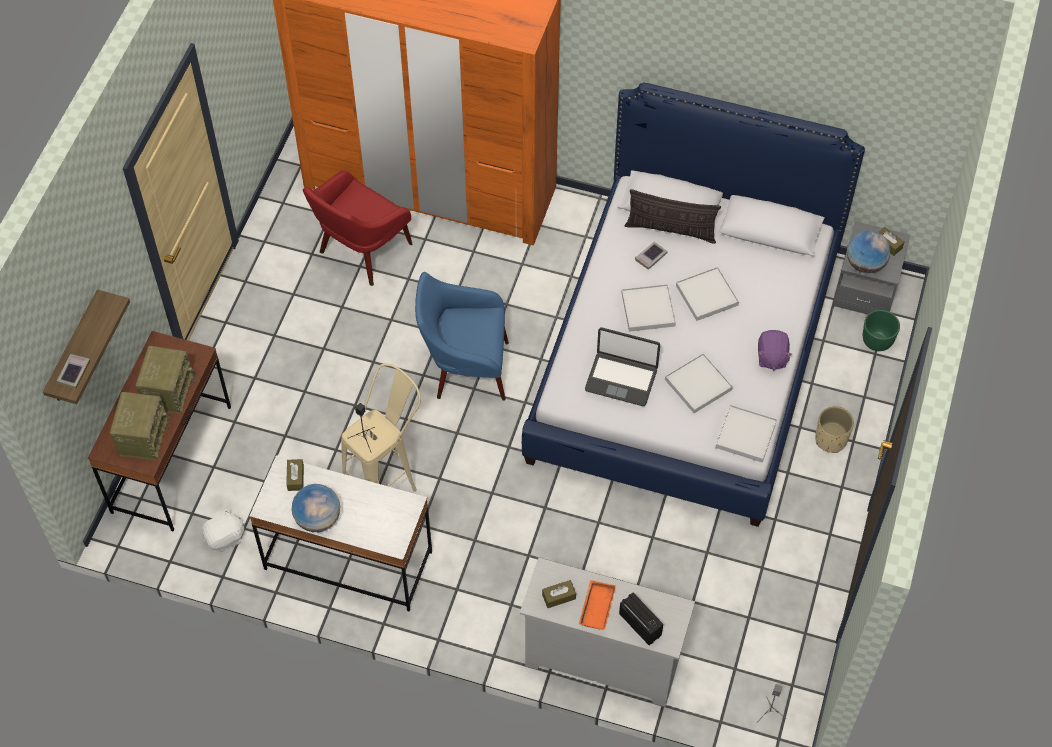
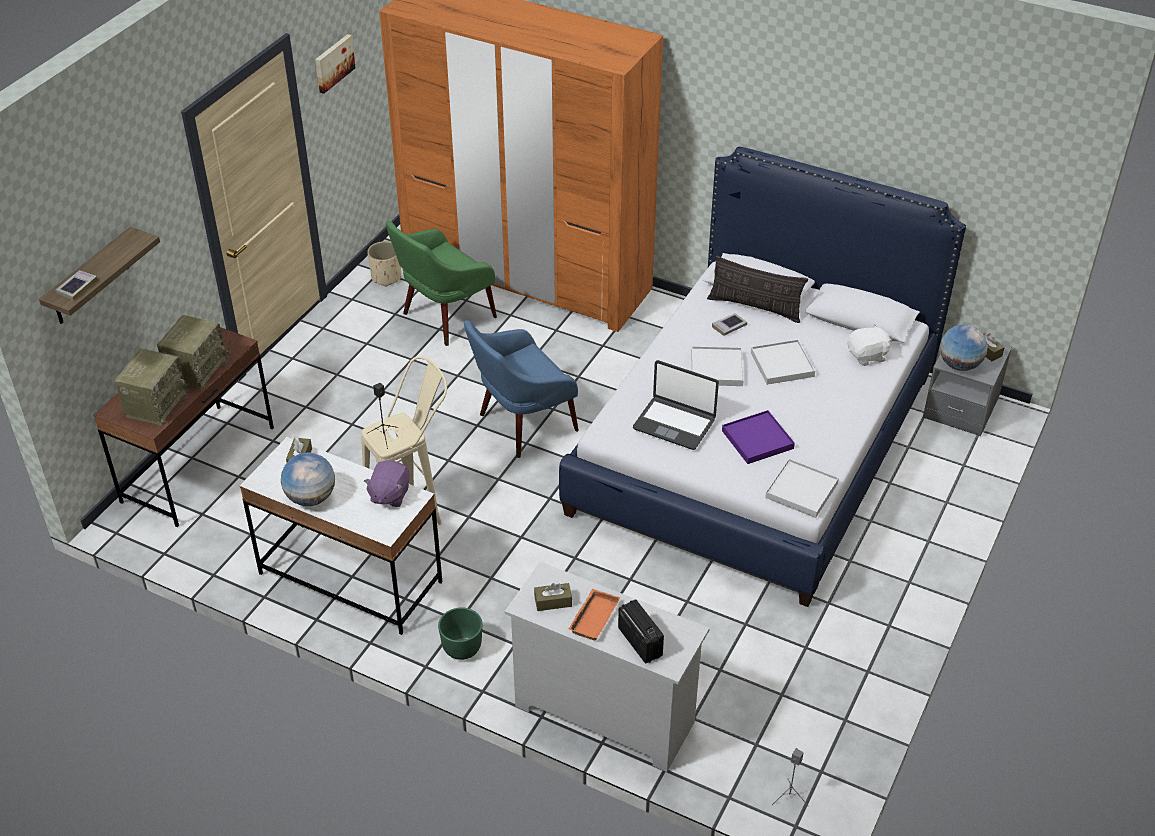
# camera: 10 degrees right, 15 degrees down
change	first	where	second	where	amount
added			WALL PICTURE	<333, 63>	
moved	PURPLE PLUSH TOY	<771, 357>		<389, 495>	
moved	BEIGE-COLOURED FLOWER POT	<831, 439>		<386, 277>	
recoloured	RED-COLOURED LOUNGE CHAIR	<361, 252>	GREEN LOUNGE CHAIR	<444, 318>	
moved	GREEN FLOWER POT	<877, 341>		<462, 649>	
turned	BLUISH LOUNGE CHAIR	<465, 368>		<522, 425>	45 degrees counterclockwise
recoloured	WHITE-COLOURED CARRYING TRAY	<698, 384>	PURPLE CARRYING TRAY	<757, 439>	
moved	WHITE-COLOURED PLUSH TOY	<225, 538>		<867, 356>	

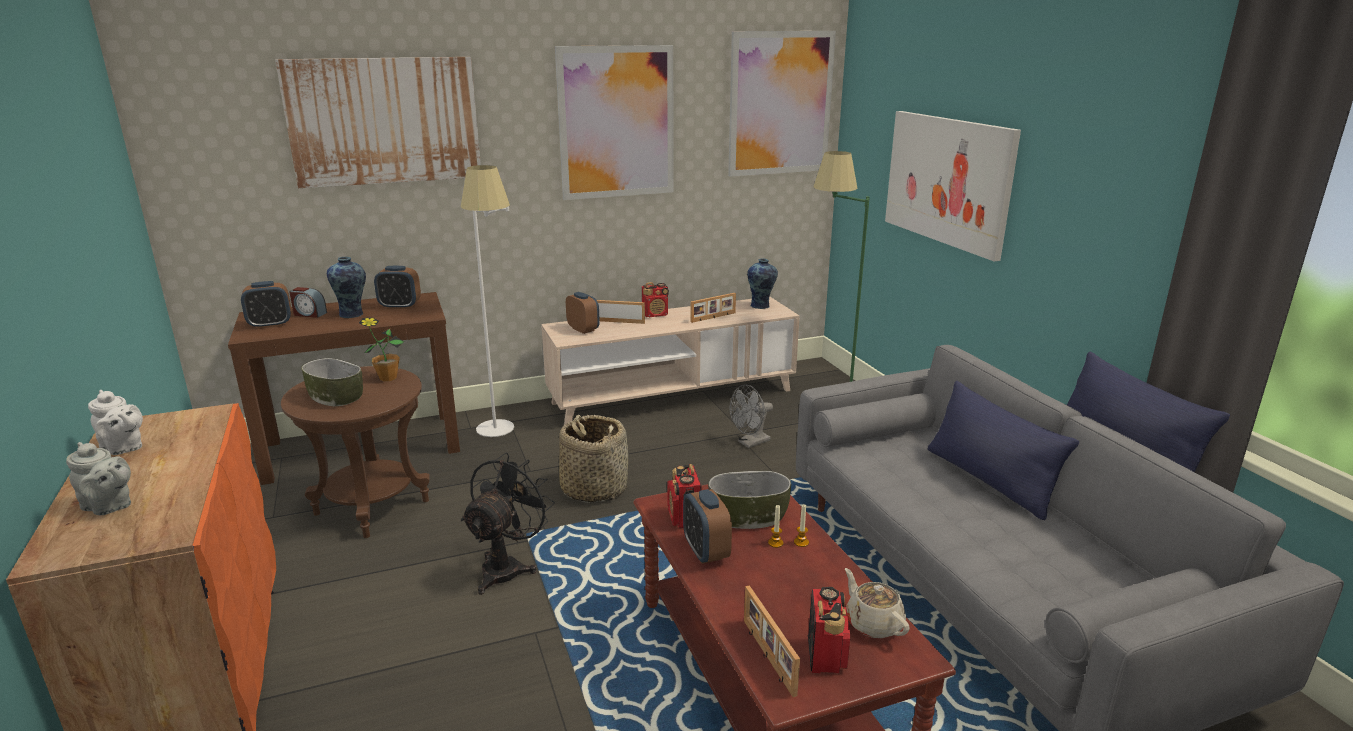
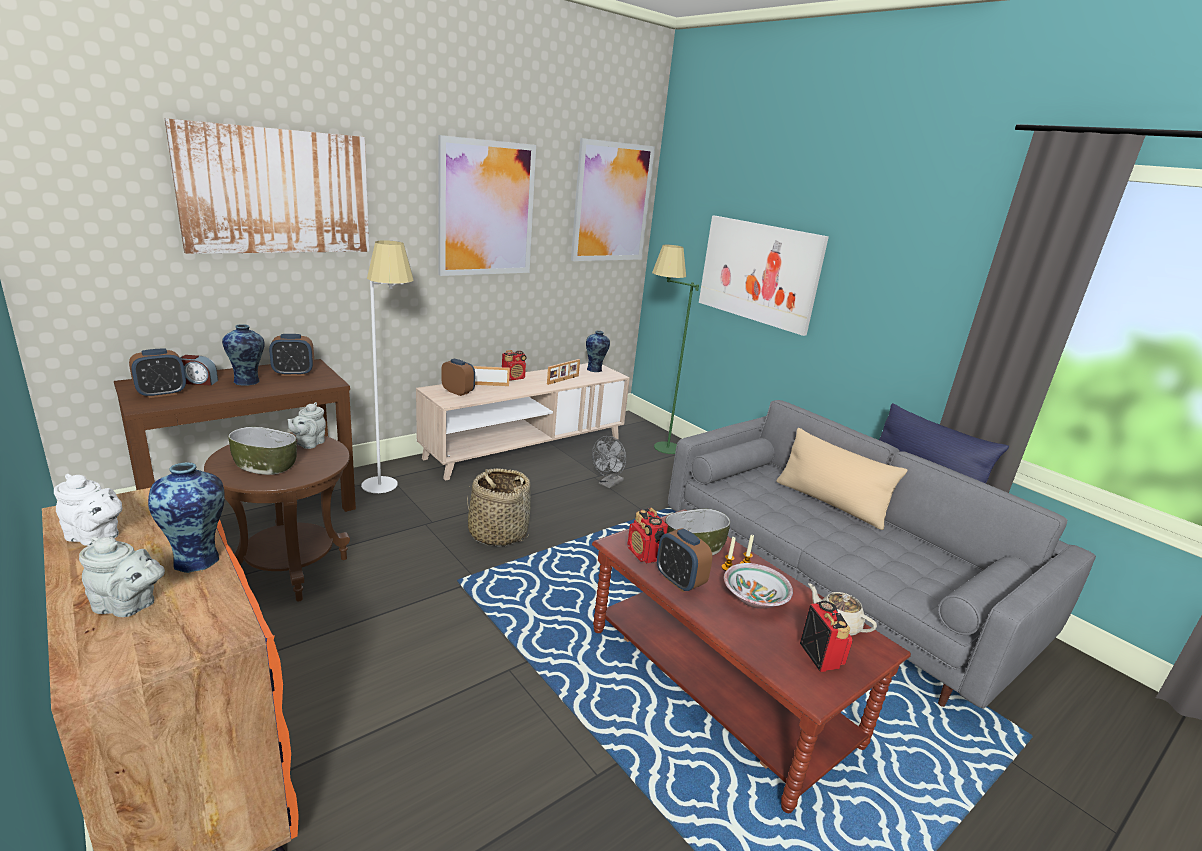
# camera: 20 degrees left, 0 degrees up
change	first	where	second	where	amount
added			FLOWER VASE	<198, 559>	
replaced	PLANT IN A POT	<388, 378>	GRAY POT FOR TEA	<309, 444>	
added			SERVING BOWL	<755, 599>	
recoloured	BLUISH CUSHION	<989, 480>	BEIGE-COLOURED CUSHION	<830, 502>	
removed	BLACK FAN	<507, 567>			
removed	PICTURE FRAME	<767, 656>			

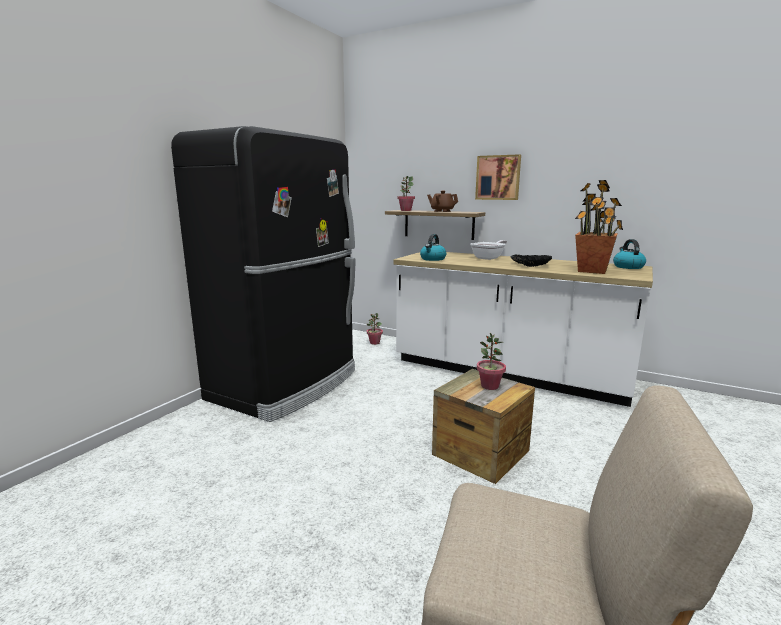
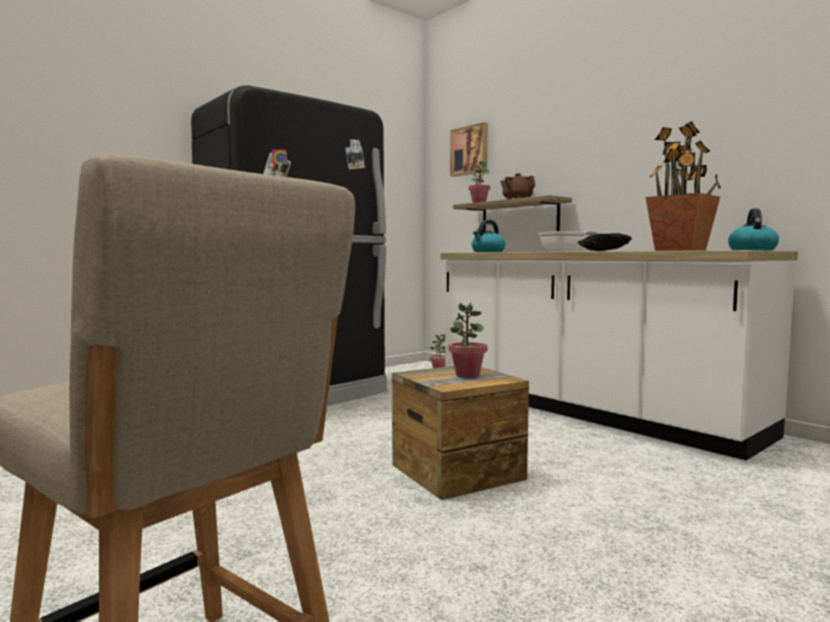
# camera: 20 degrees right, 10 degrees down
change	first	where	second	where	amount
moved	WALL PICTURE	<498, 177>		<470, 150>	

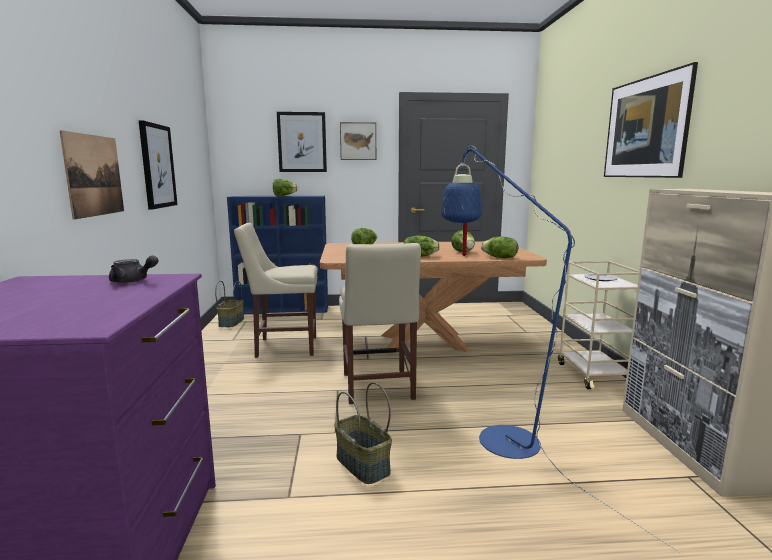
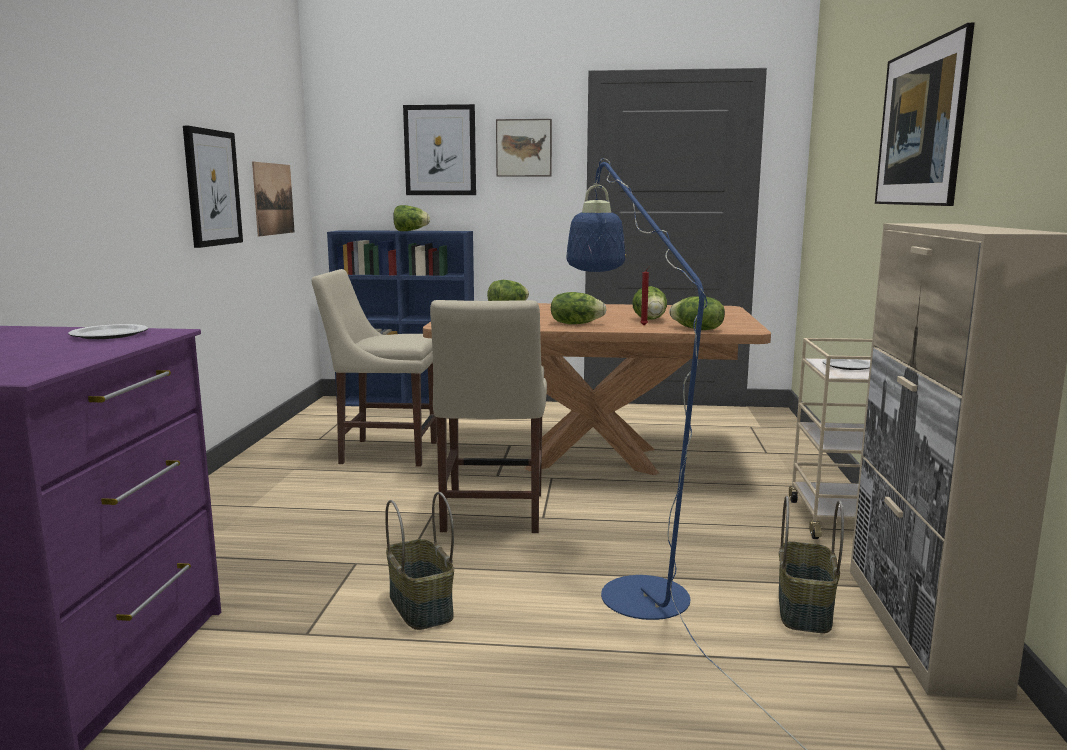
# camera: 10 degrees right, 0 degrees up
change	first	where	second	where	amount
replaced	GRAY POT FOR TEA	<133, 281>	PLATE	<111, 335>	
moved	WALL PICTURE	<94, 175>		<273, 199>	
moved	HOUSEHOLD BASKET	<231, 322>		<802, 609>	

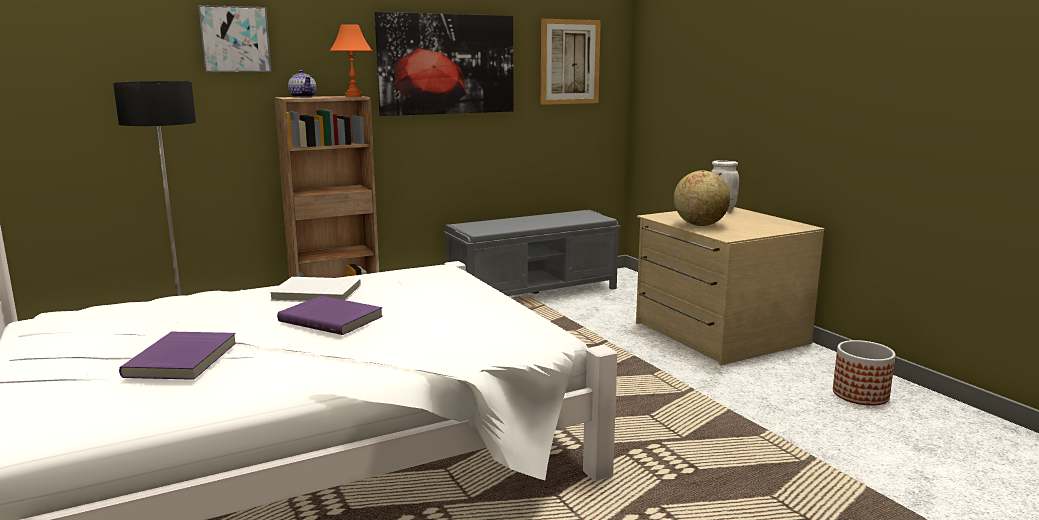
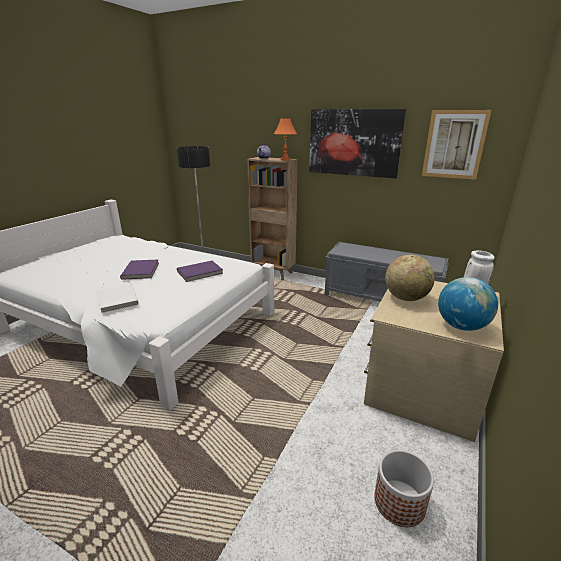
# camera: 55 degrees right, 10 degrees up
change	first	where	second	where	amount
moved	WHITE-COLOURED BOUND BOOK	<316, 294>		<116, 299>	
moved	PURPLE BOUND BOOK	<184, 359>		<200, 272>	
added			DESK GLOBE	<461, 326>	
removed	WALL PICTURE	<235, 39>			

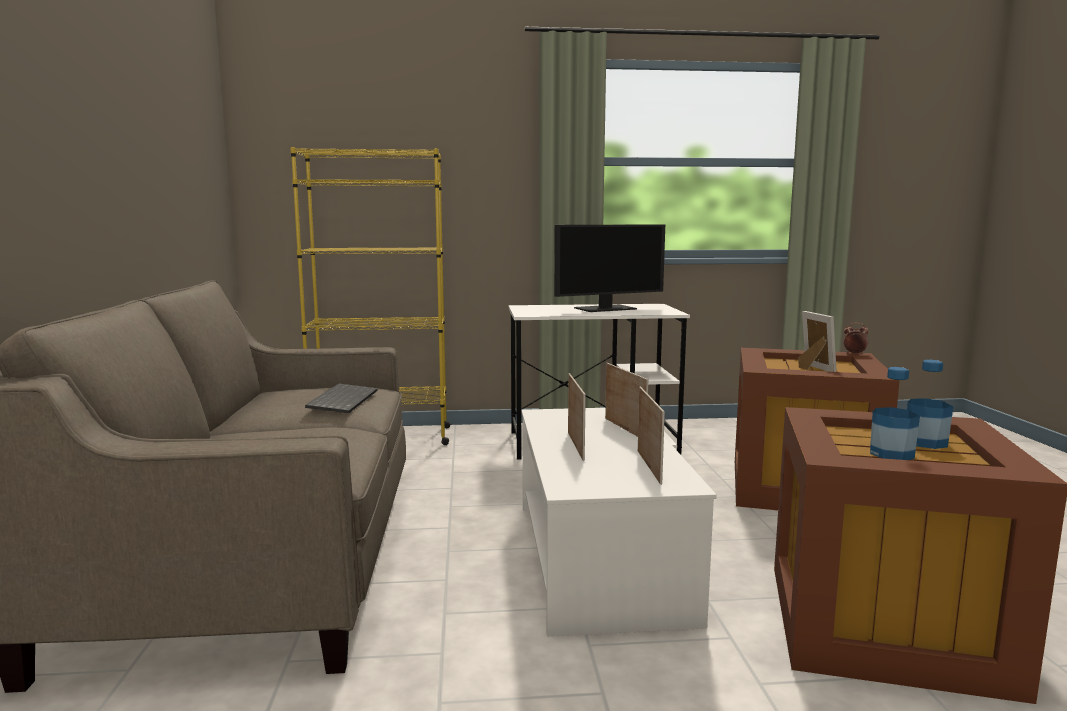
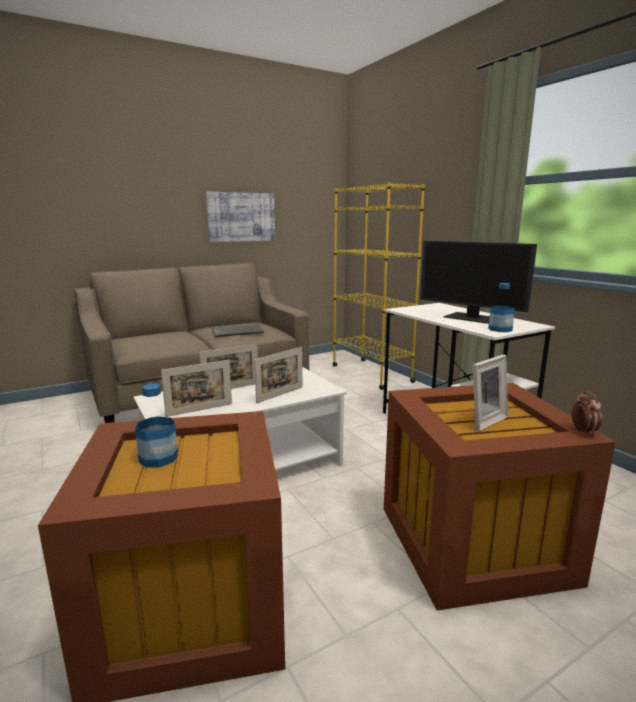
# camera: 65 degrees right, 5 degrees up
change	first	where	second	where	amount
added			WALL PICTURE	<241, 217>	
moved	BOTTLE	<925, 442>		<500, 329>	

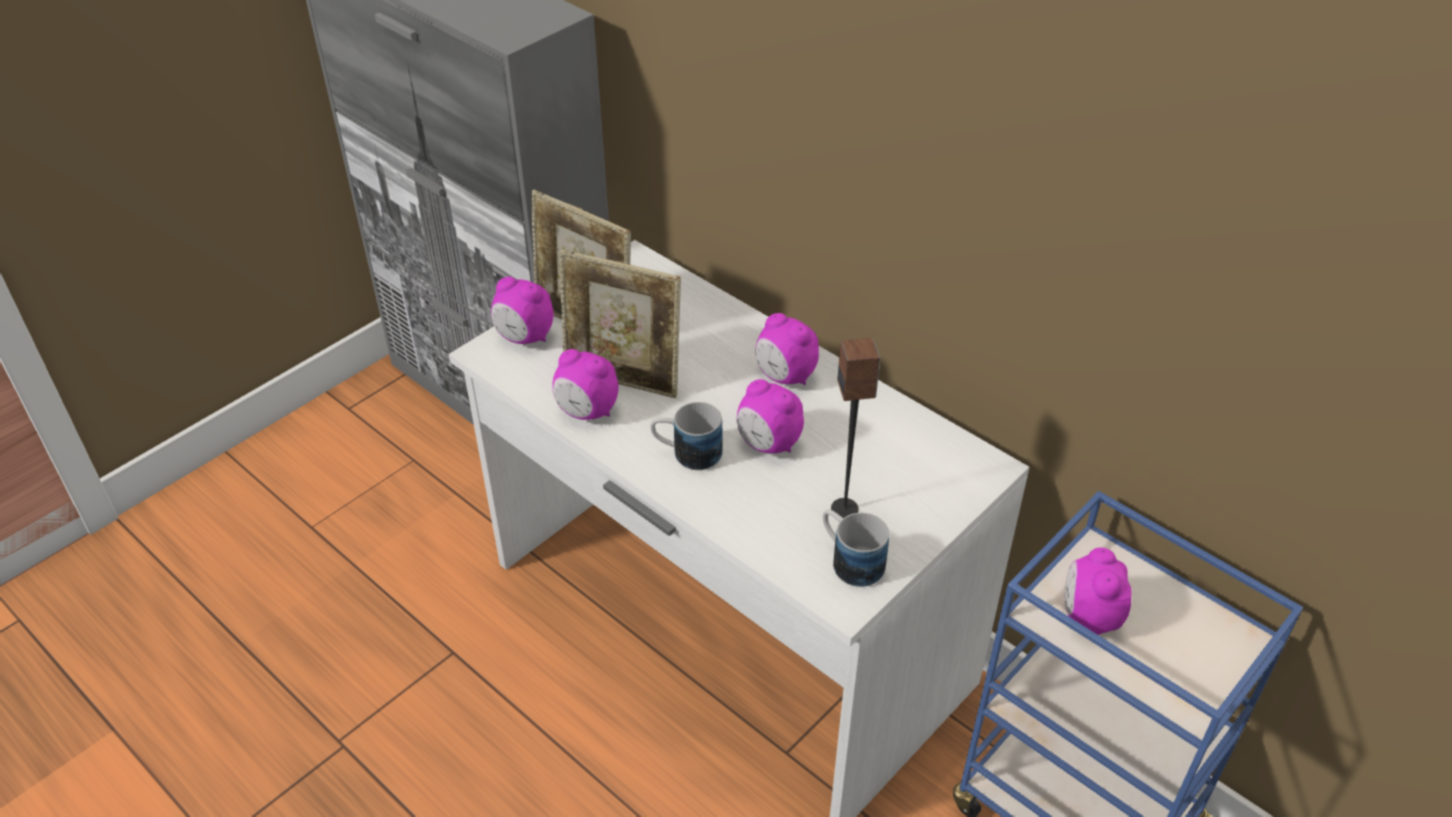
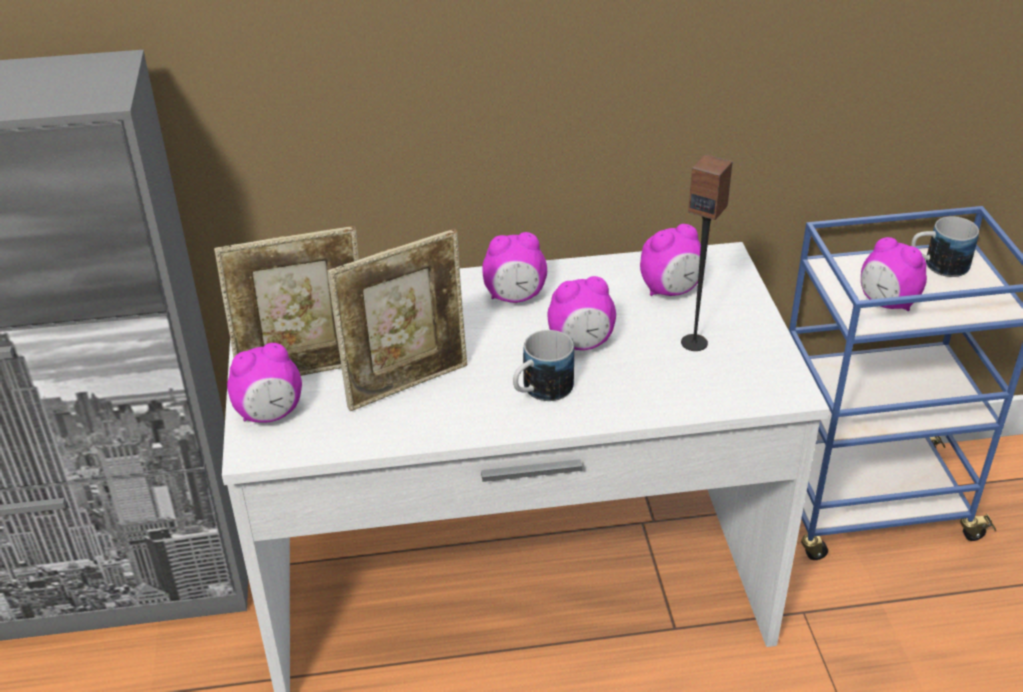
# camera: 50 degrees left, 5 degrees down
change	first	where	second	where	amount
moved	TABLE CLOCK	<587, 412>		<671, 290>	
moved	MUG	<849, 560>		<937, 266>	

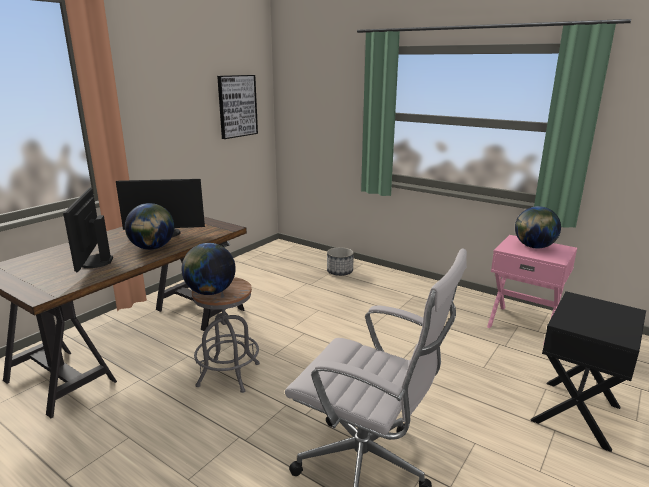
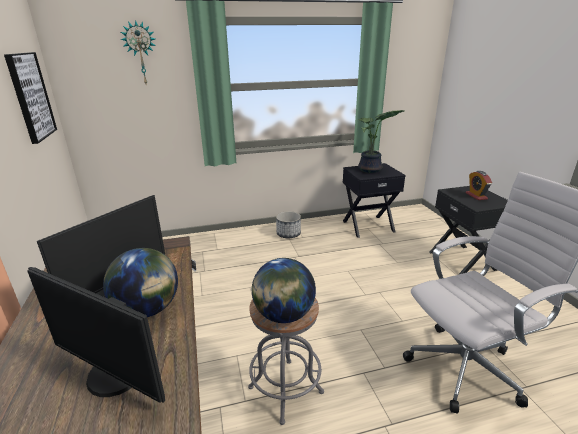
# camera: 50 degrees left, 5 degrees up
change	first	where	second	where	amount
added			WALL CLOCK	<141, 53>	
moved	FLOWER POT	<339, 272>		<288, 234>	
recoloured	PINK-COLOURED NIGHT TABLE	<523, 324>	BLACK NIGHT TABLE	<368, 226>	
replaced	DESK GLOBE	<534, 247>	PLANT IN A POT	<370, 170>	
added			TABLE CLOCK	<476, 196>	

